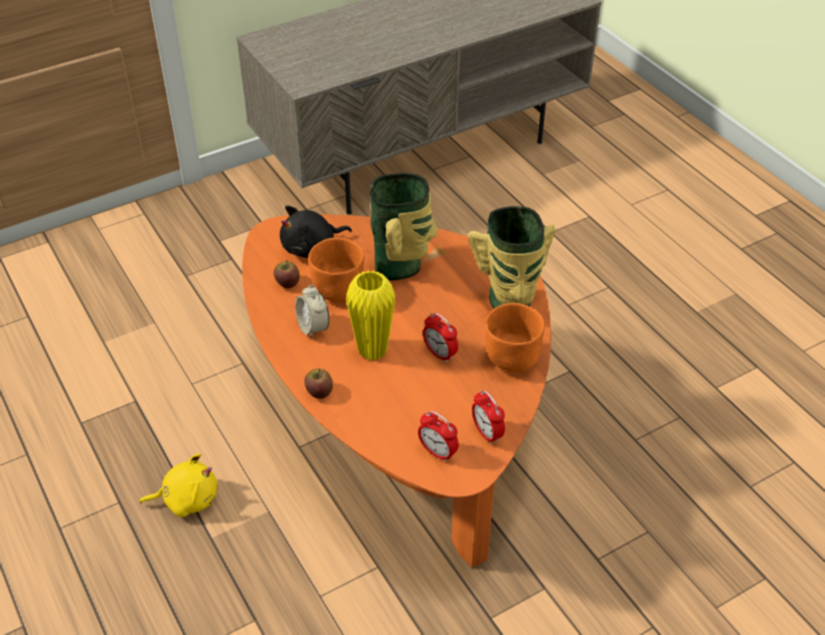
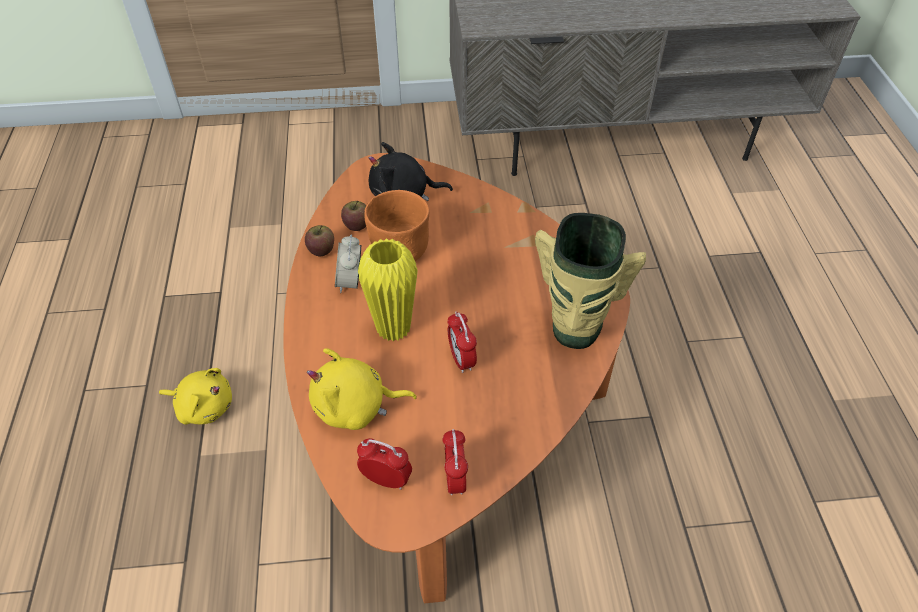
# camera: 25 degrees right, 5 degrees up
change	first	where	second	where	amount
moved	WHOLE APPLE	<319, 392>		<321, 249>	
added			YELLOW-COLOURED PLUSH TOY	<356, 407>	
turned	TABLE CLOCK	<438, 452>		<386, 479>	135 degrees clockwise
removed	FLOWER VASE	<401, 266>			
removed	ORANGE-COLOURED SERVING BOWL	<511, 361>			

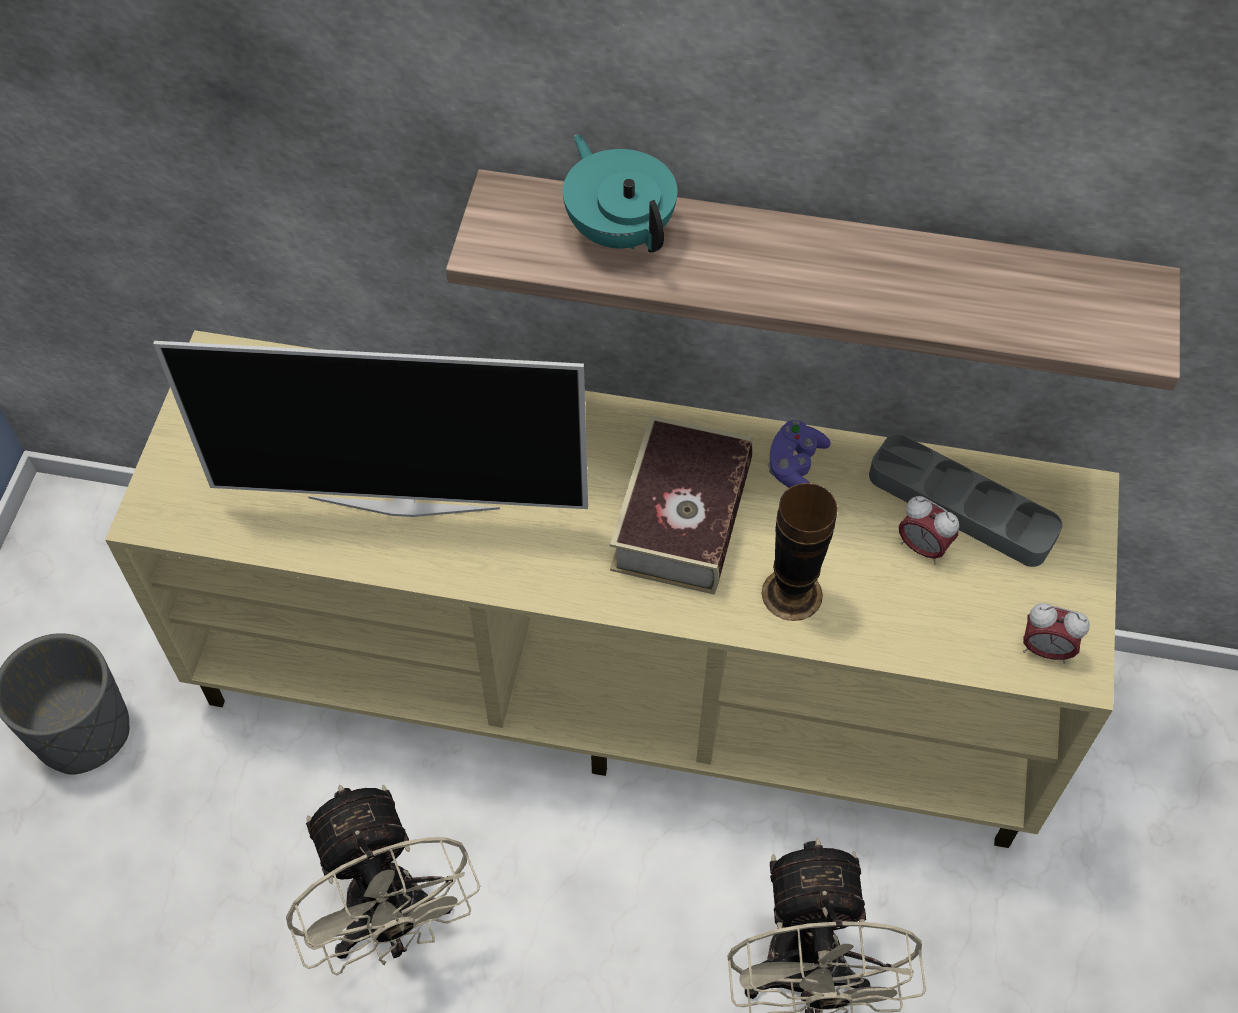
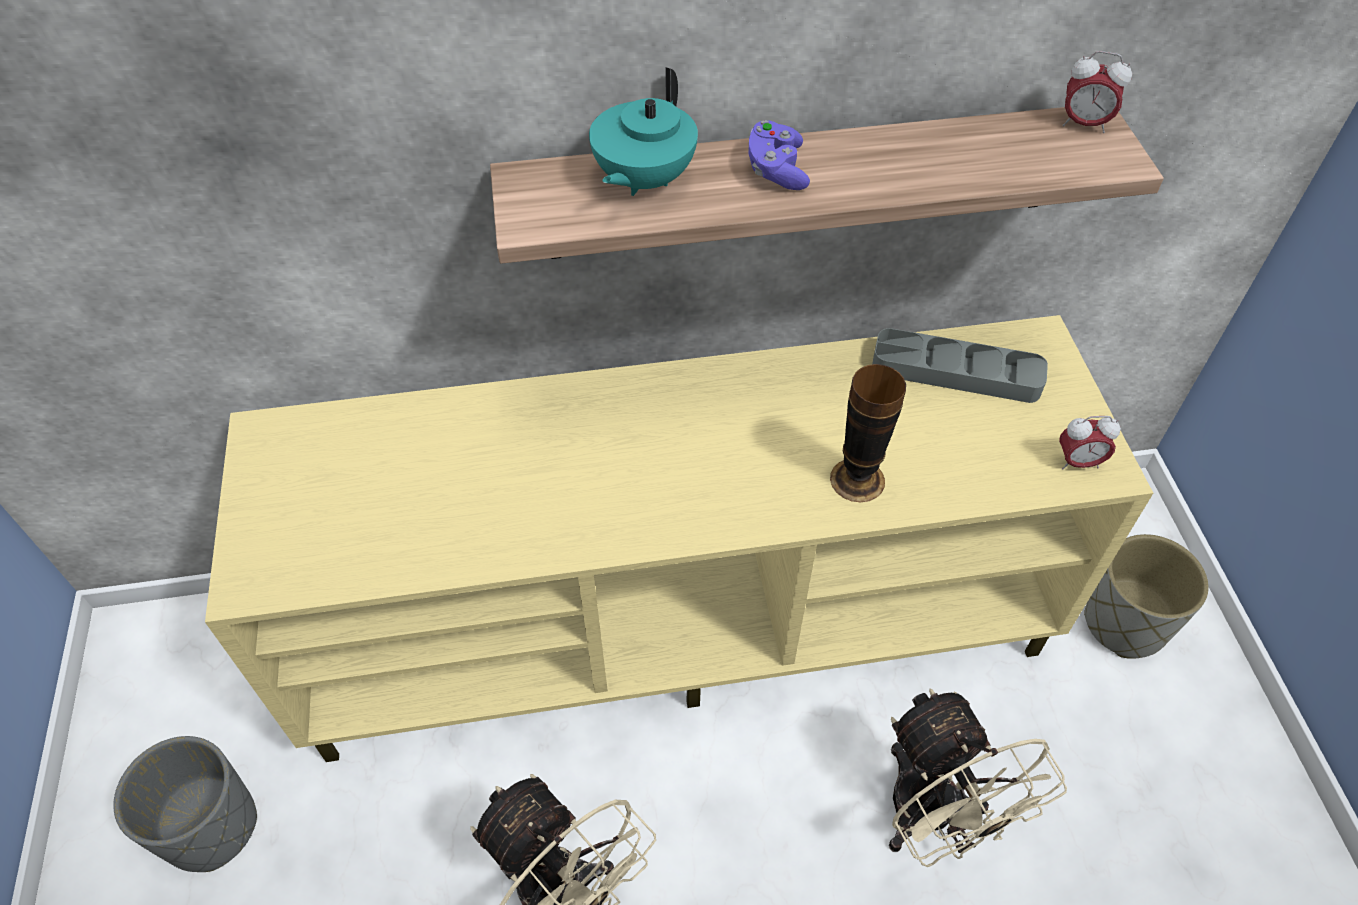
# camera: 20 degrees left, 5 degrees down
change	first	where	second	where	amount
turned	TURQUOISE-COLOURED POT FOR TEA	<620, 229>		<642, 180>	105 degrees counterclockwise
moved	PURPLE GAME CONTROLLER	<795, 467>		<776, 170>	
moved	TABLE CLOCK	<922, 547>		<1083, 124>	
added			GRAY FLOWER POT	<1125, 623>	
removed	TV SET	<404, 500>			
removed	BOUND BOOK	<682, 517>			

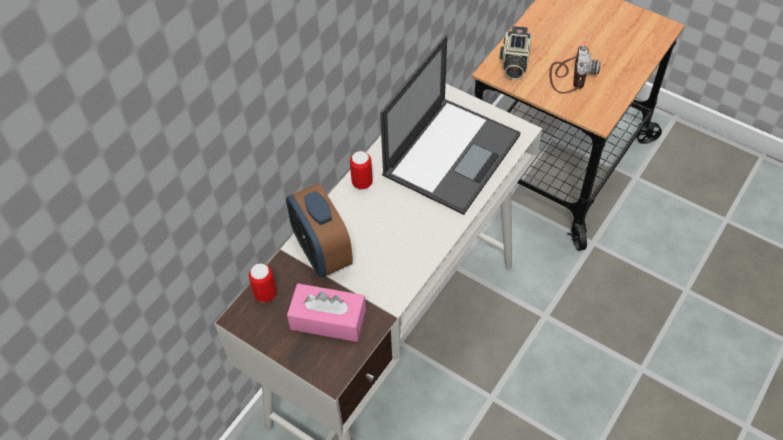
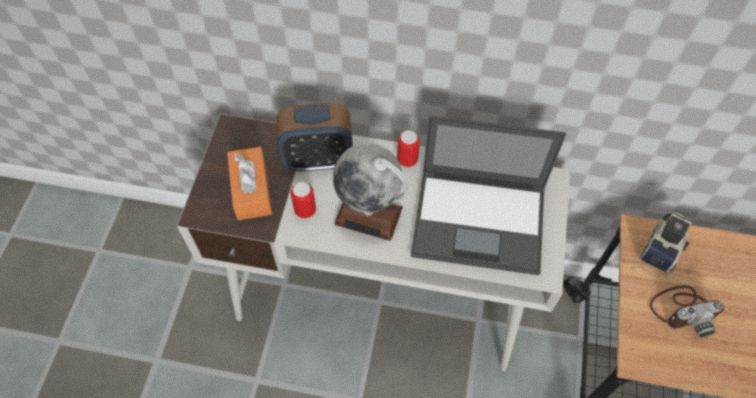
# camera: 65 degrees right, 5 degrees up
change	first	where	second	where	amount
recoloured	PINK-COLOURED BOX OF TISSUES	<328, 320>	ORANGE-COLOURED BOX OF TISSUES	<251, 190>	
turned	TABLE CLOCK	<322, 252>		<318, 159>	135 degrees counterclockwise
moved	CAN	<265, 294>		<305, 210>	
added			DESK GLOBE	<369, 215>	
turned	PHOTO CAMERA	<513, 64>		<662, 248>	135 degrees clockwise

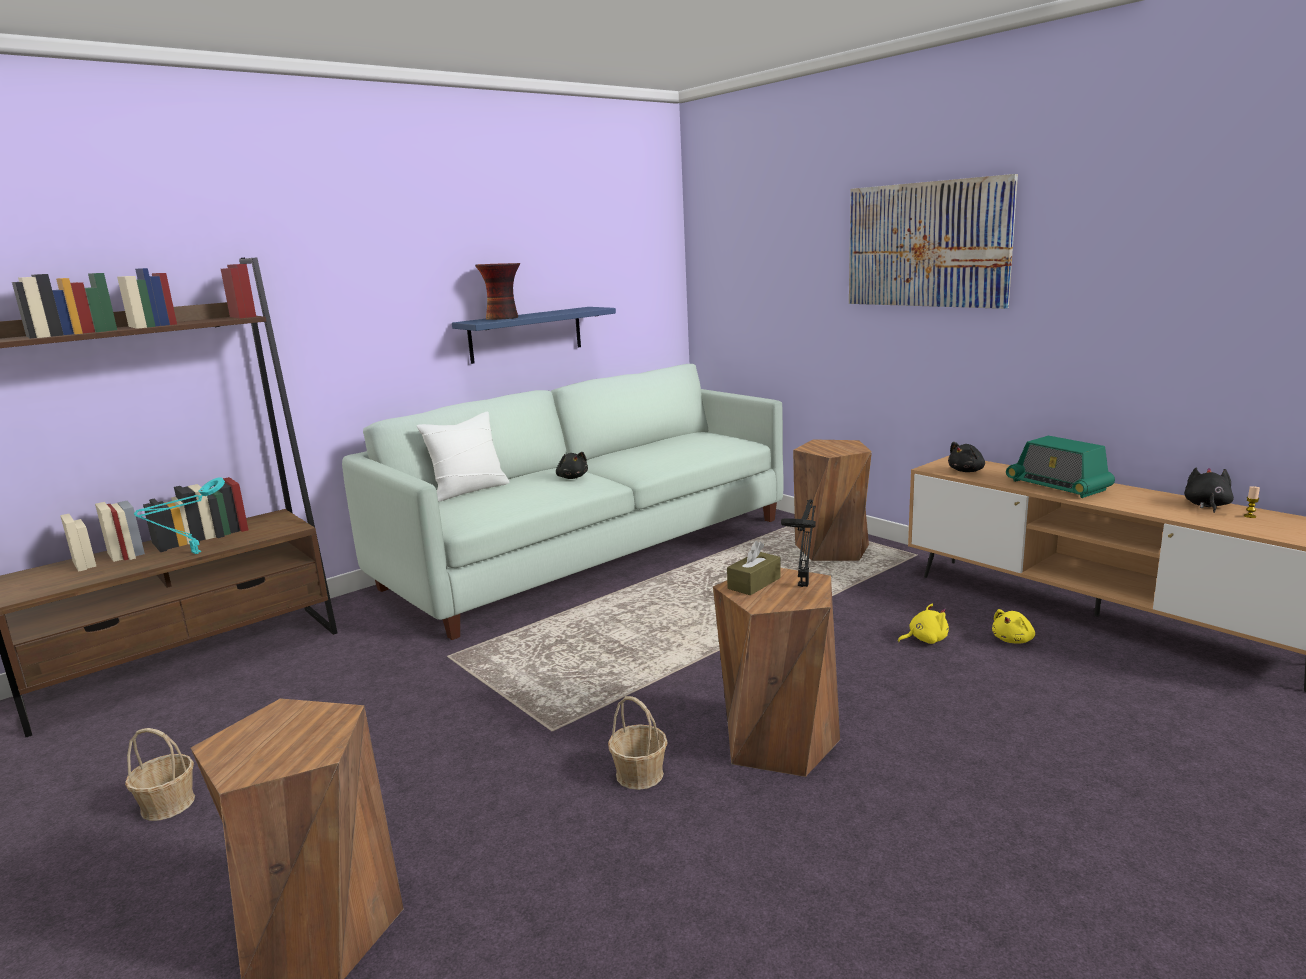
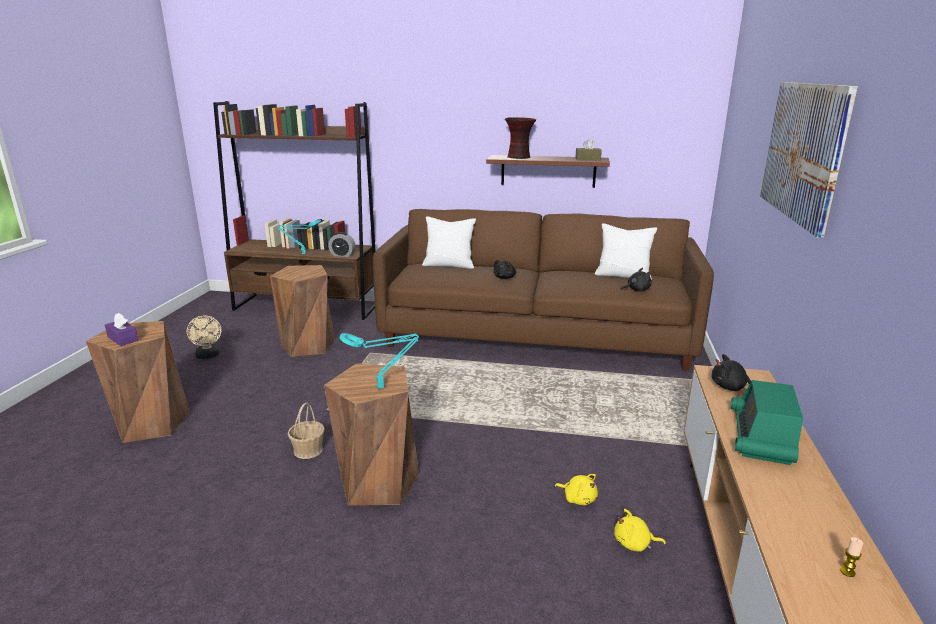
# camera: 50 degrees right, 5 degrees up
change	first	where	second	where	amount
added			PURPLE BOX OF TISSUES	<123, 339>	
replaced	HOUSEHOLD BASKET	<168, 804>	BEIGE-COLOURED FAN	<208, 356>	
moved	BROWN-COLOURED SITTING STOOL	<832, 550>		<308, 345>	
added			TABLE CLOCK	<342, 255>	
recoloured	BLACK TABLE LAMP	<803, 584>	TURQUOISE-COLOURED TABLE LAMP	<383, 387>	
recoloured	WHITE-COLOURED COUCH	<590, 552>	BROWN-COLOURED COUCH	<535, 335>	
recoloured	BLUISH SHELF	<526, 334>	BROWN-COLOURED SHELF	<548, 171>	
moved	BROWN-COLOURED BOX OF TISSUES	<754, 583>		<587, 159>	
added			WHITE-COLOURED CUSHION	<623, 275>	
moved	BLACK PLUSH TOY	<1206, 505>		<636, 290>	

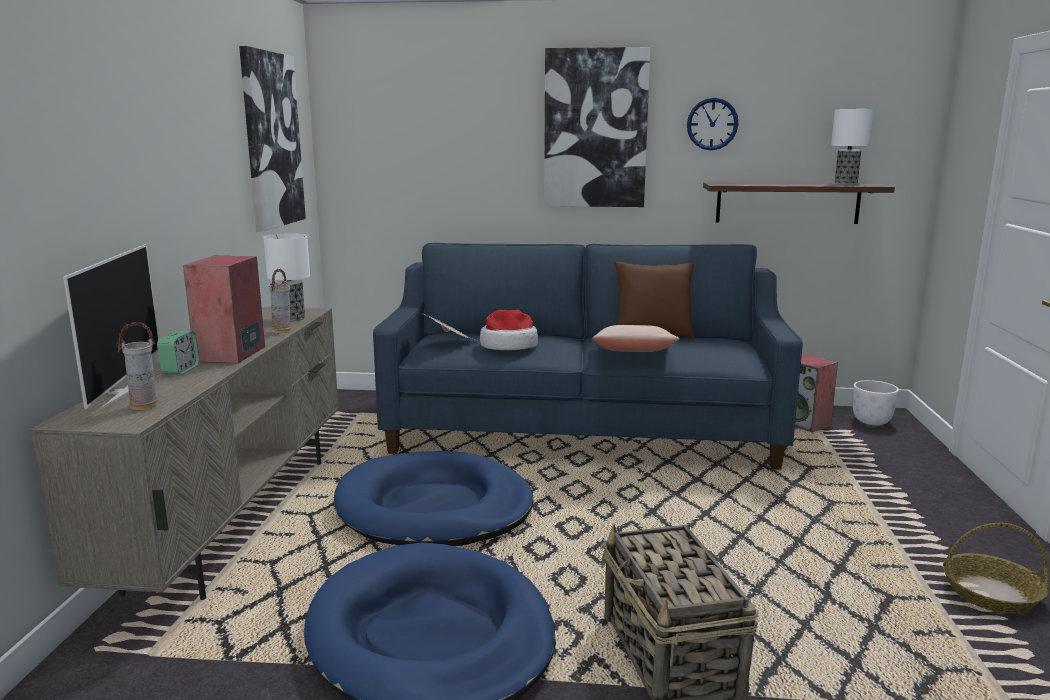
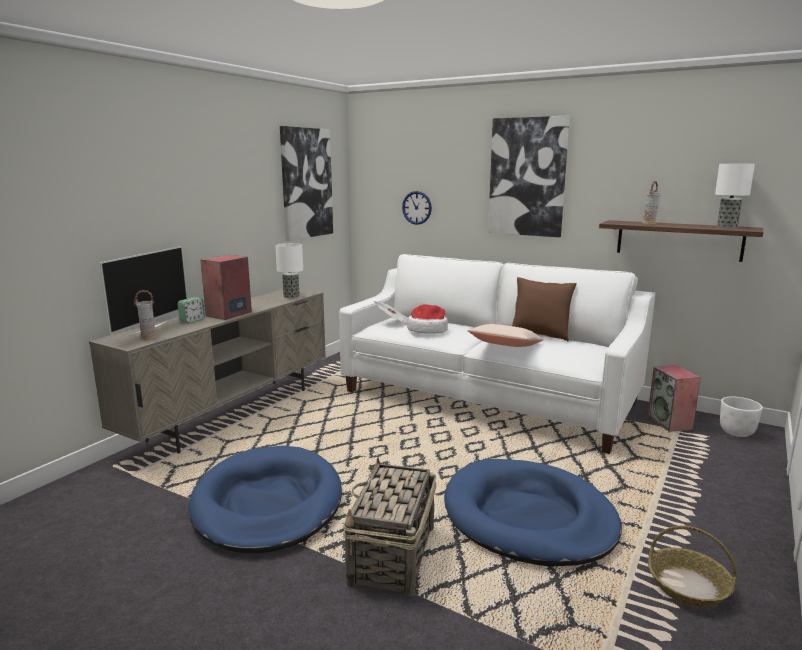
# camera: 25 degrees right, 0 degrees up
change	first	where	second	where	amount
recoloured	BLUISH COUCH	<582, 429>	WHITE-COLOURED COUCH	<488, 397>	
moved	WALL CLOCK	<712, 124>		<417, 207>	
moved	BLUISH DOG CUSHION	<434, 507>		<528, 517>	
moved	FLOWER VASE	<282, 331>		<649, 223>	

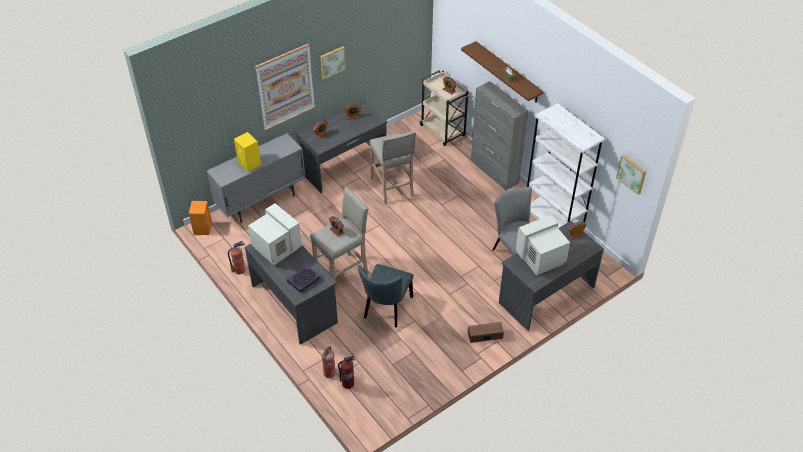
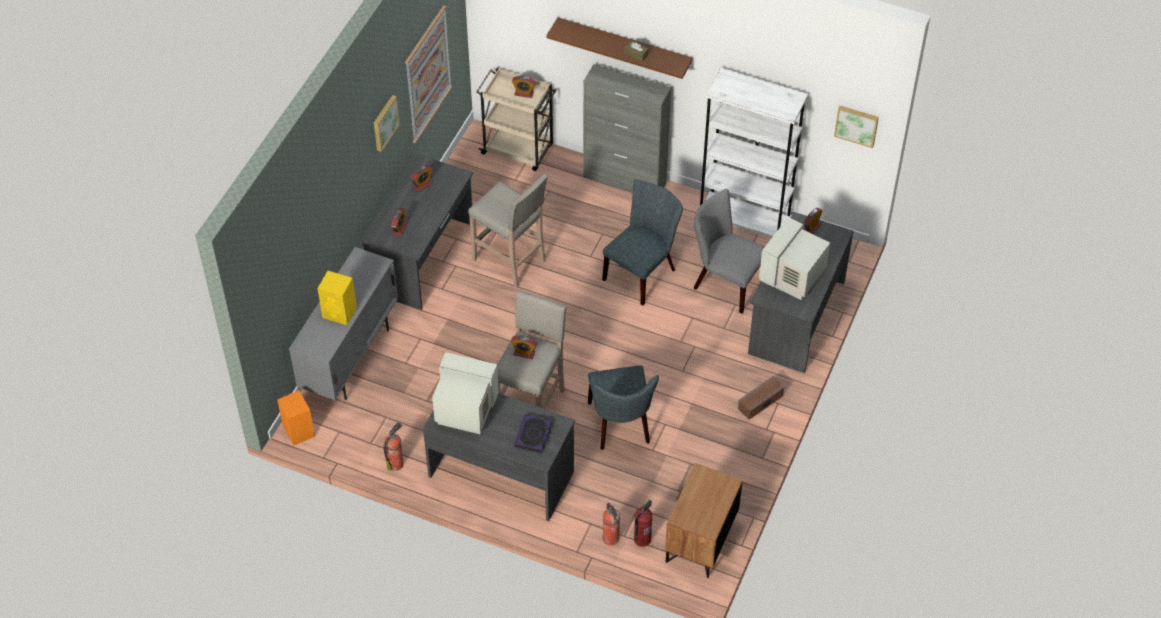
# camera: 30 degrees left, 5 degrees up
change	first	where	second	where	amount
moved	WALL PICTURE	<285, 87>		<428, 74>	
added			GRAY UPRIGHT CHAIR	<642, 272>	
added			BROWN-COLOURED NIGHT TABLE	<701, 541>	

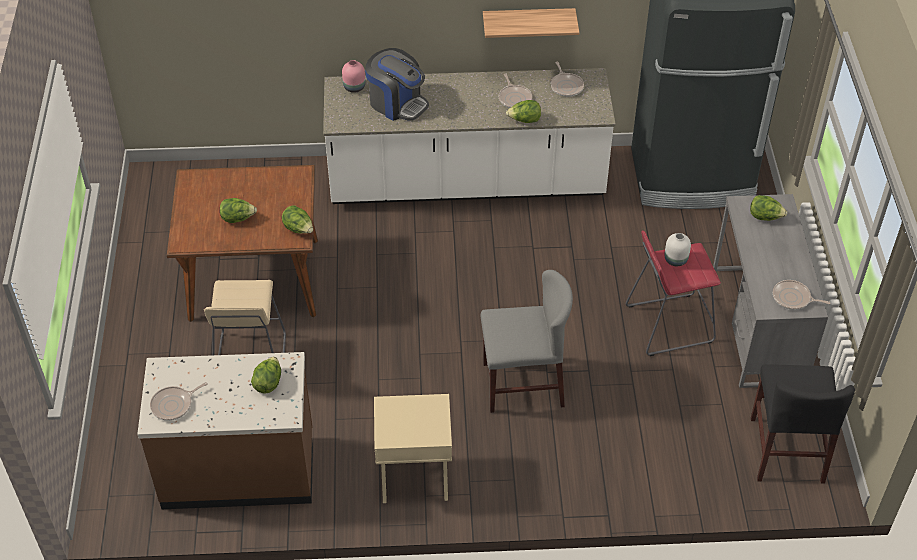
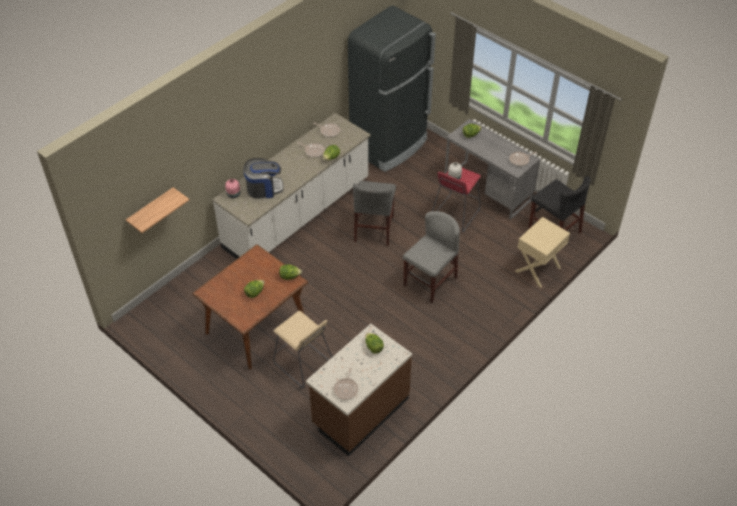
# camera: 45 degrees left, 0 degrees up
change	first	where	second	where	amount
moved	SHELF	<528, 22>		<151, 210>	
added			GRAY UPRIGHT CHAIR	<374, 229>	
moved	BEIGE-COLOURED NIGHT TABLE	<414, 477>		<538, 270>	

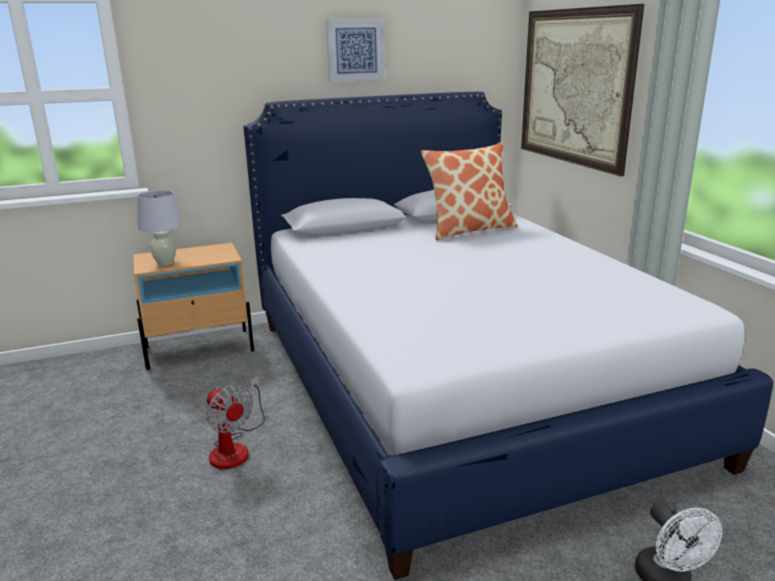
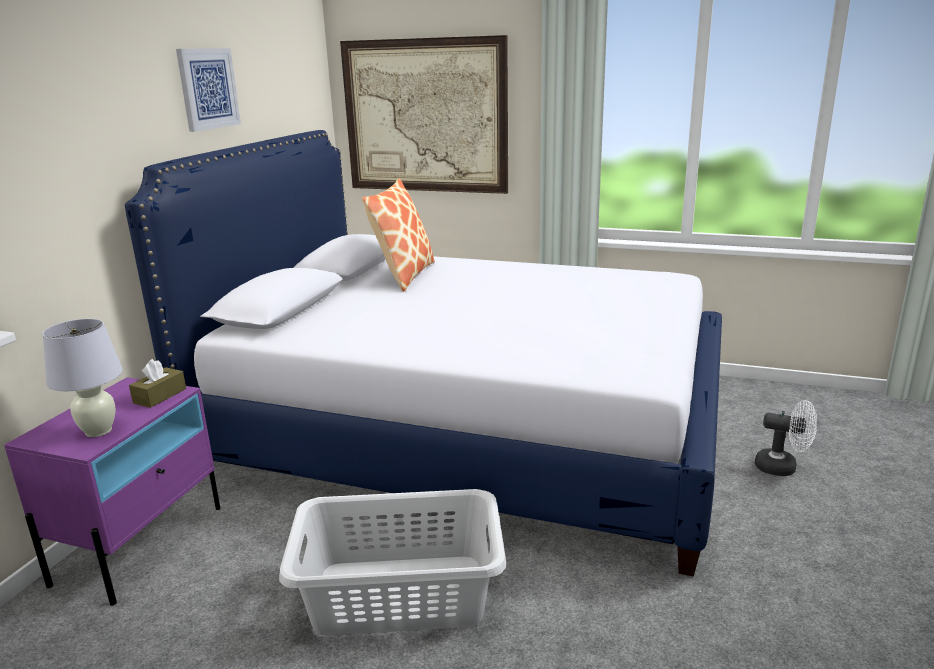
# camera: 50 degrees left, 0 degrees up
change	first	where	second	where	amount
recoloured	BEIGE-COLOURED NIGHT TABLE	<199, 349>	PURPLE NIGHT TABLE	<141, 544>	
added			BROWN-COLOURED BOX OF TISSUES	<160, 396>	
replaced	FAN	<235, 448>	GRAY LAUNDRY BASKET	<399, 593>	

